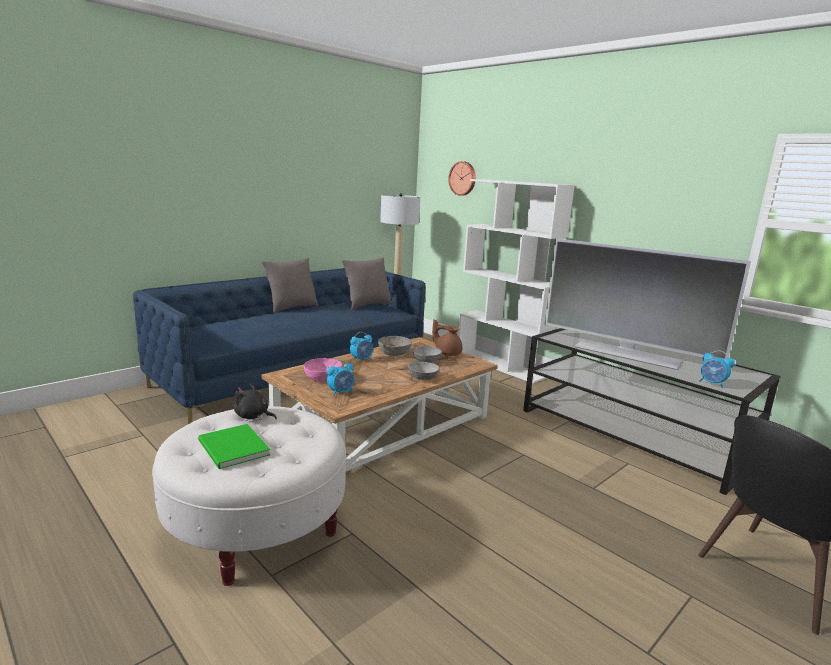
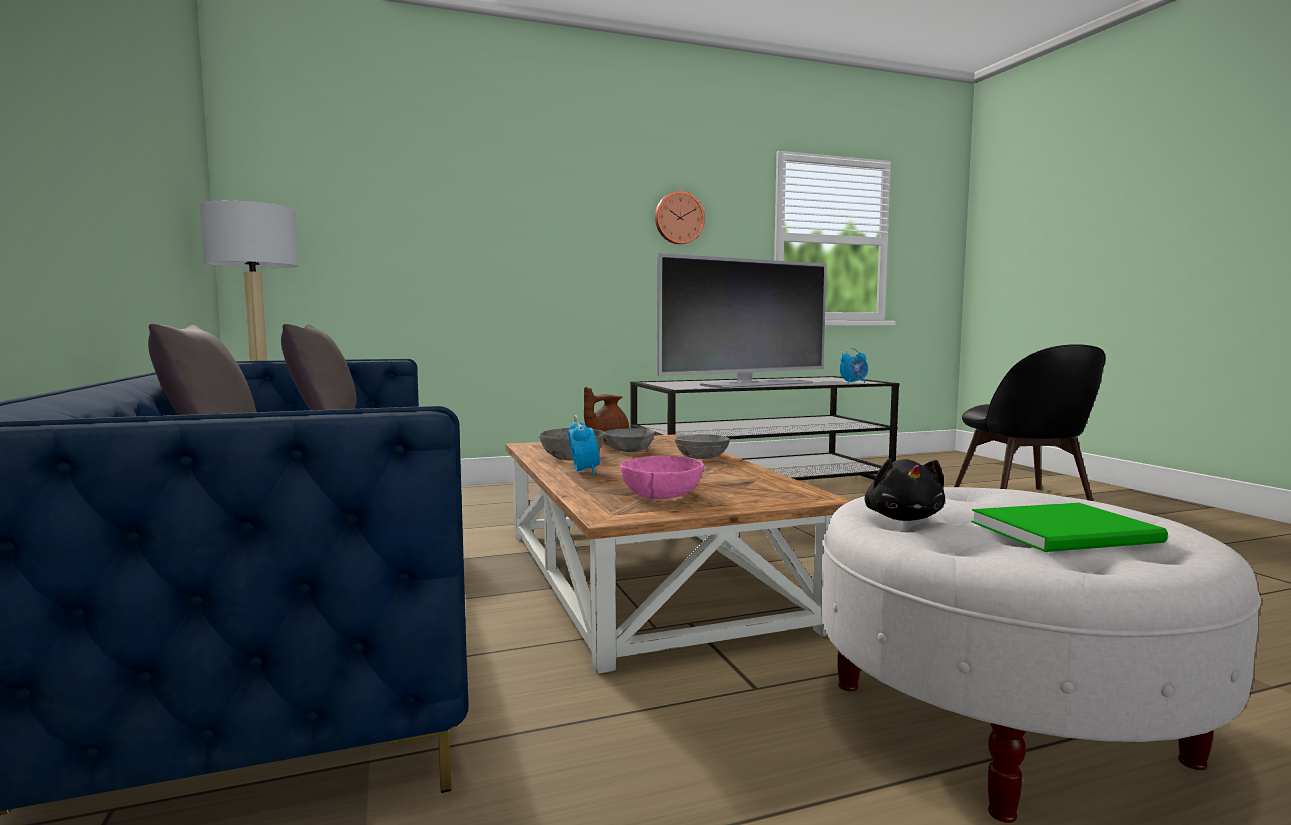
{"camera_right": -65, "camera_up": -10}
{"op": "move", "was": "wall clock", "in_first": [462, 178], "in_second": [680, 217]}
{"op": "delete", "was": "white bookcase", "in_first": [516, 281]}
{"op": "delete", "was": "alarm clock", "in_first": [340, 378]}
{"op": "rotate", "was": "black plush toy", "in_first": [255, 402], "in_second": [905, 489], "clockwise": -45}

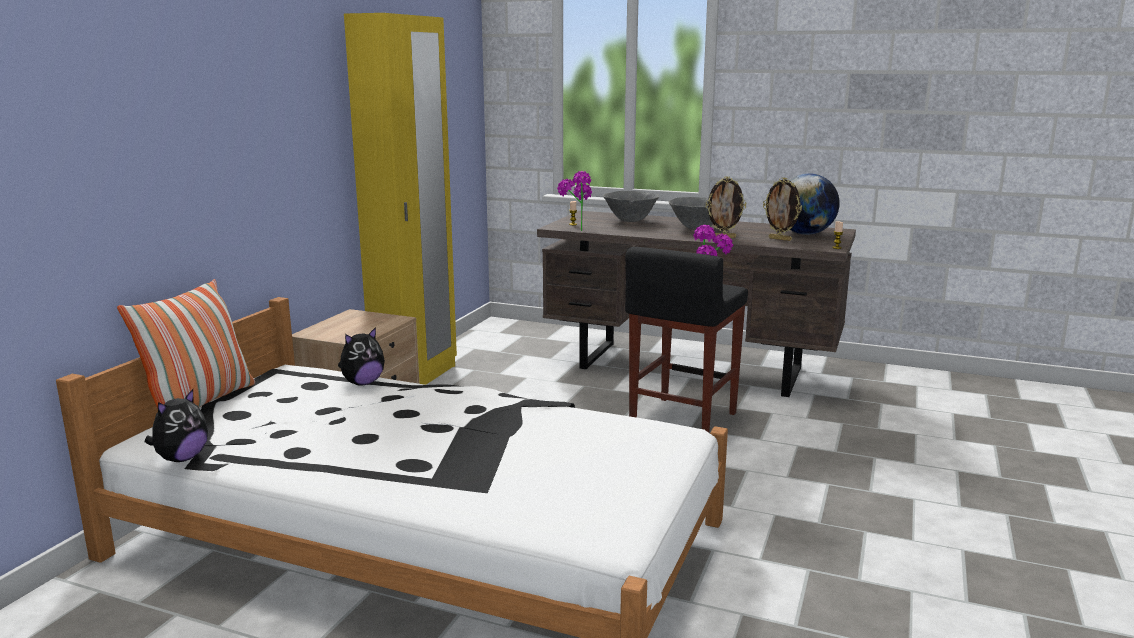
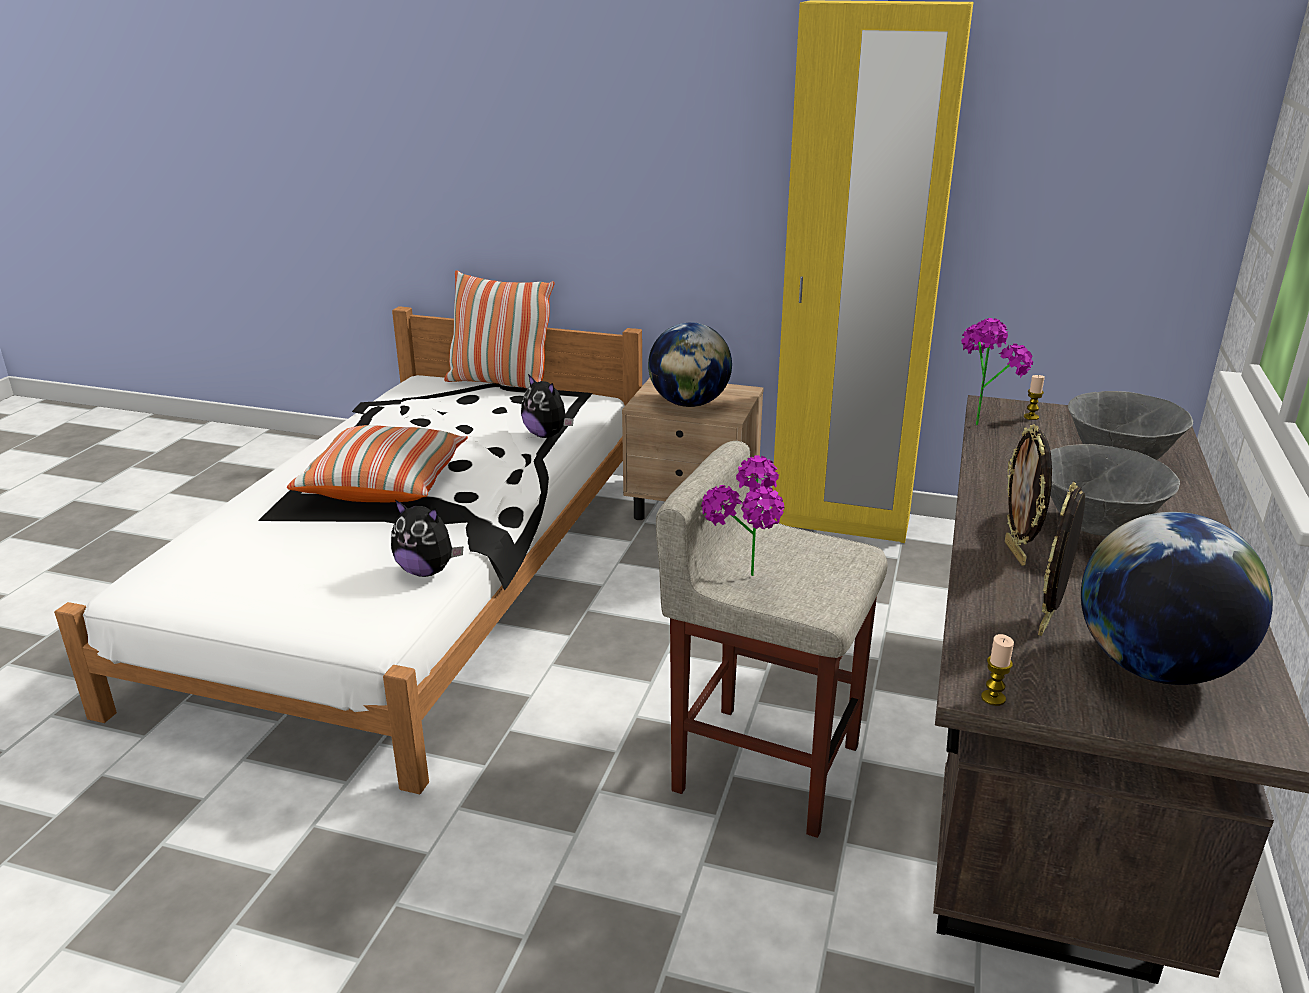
{"camera_right": 85, "camera_up": 10}
{"op": "recolor", "was": "black stool", "now": "beige stool", "in_first": [686, 340], "in_second": [772, 639]}
{"op": "move", "was": "plush toy", "in_first": [176, 425], "in_second": [427, 538]}
{"op": "insert", "now": "globe", "in_second": [690, 364]}
{"op": "insert", "now": "pillow", "in_second": [377, 463]}

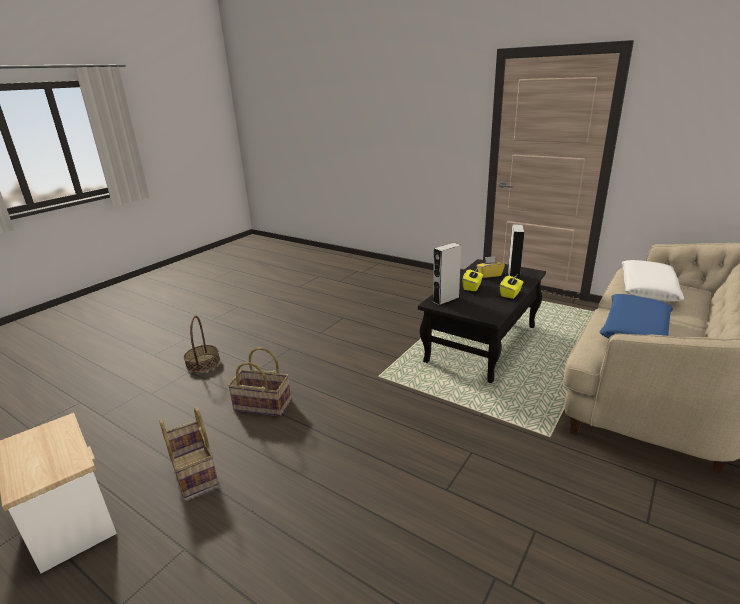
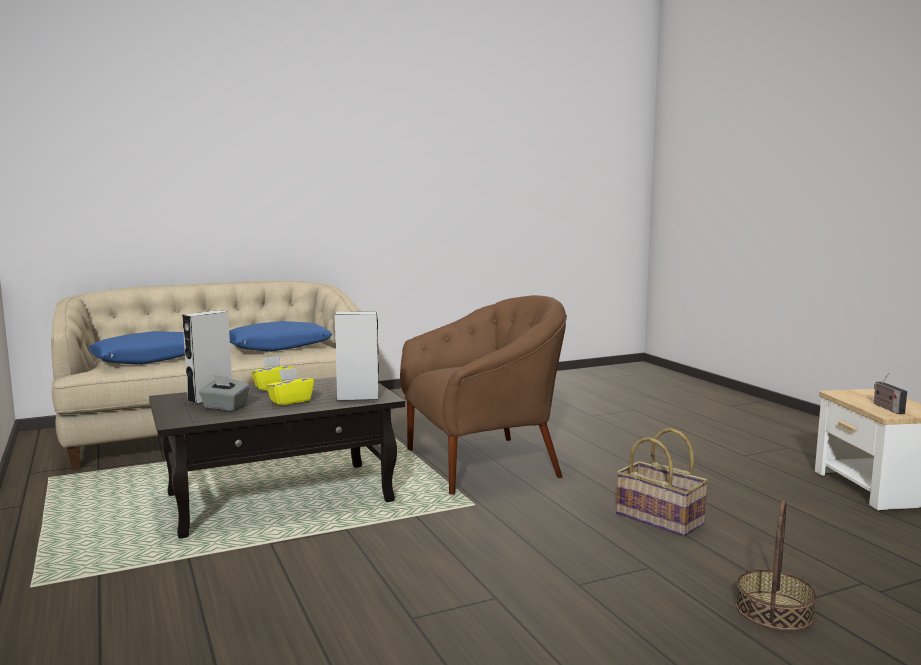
{"camera_right": -150, "camera_up": -15}
{"op": "recolor", "was": "yellow tissue box", "now": "grey tissue box", "in_first": [491, 267], "in_second": [224, 393]}
{"op": "recolor", "was": "white pillow", "now": "blue pillow", "in_first": [653, 280], "in_second": [136, 348]}
{"op": "delete", "was": "basket", "in_first": [188, 452]}
{"op": "insert", "now": "brown armchair", "in_second": [483, 395]}
{"op": "insert", "now": "radio", "in_second": [890, 393]}

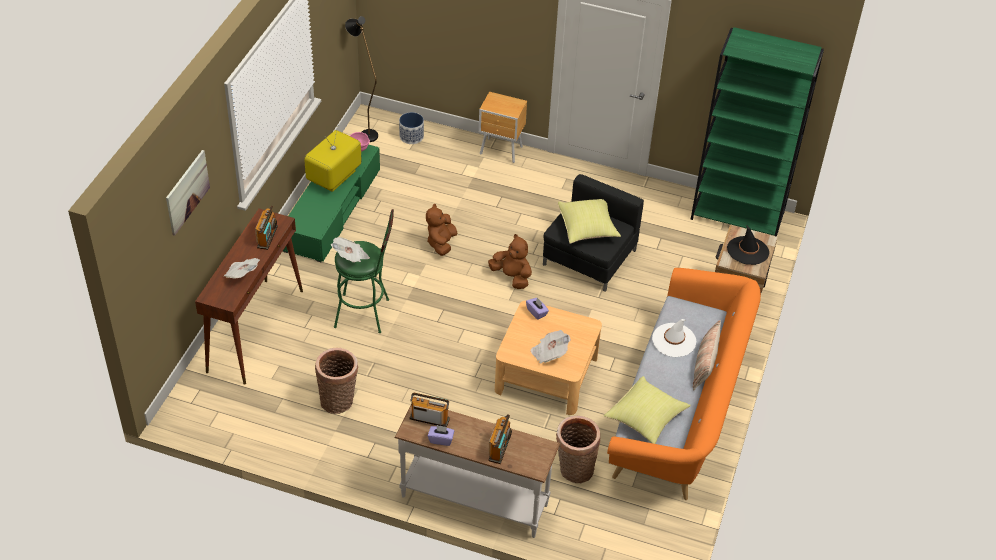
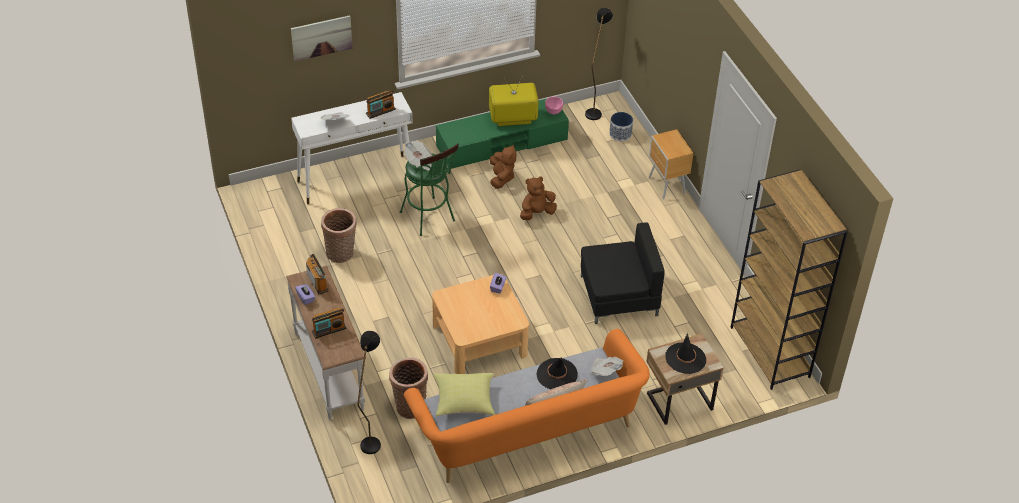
{"camera_right": 50, "camera_up": 0}
{"op": "recolor", "was": "green bookcase", "now": "brown bookcase", "in_first": [757, 132], "in_second": [789, 279]}
{"op": "delete", "was": "yellow pillow", "in_first": [589, 221]}
{"op": "recolor", "was": "brown console table", "now": "white console table", "in_first": [249, 296], "in_second": [351, 148]}
{"op": "move", "was": "brown plush toy", "in_first": [510, 261], "in_second": [503, 166]}
{"op": "recolor", "was": "white hat", "now": "black hat", "in_first": [674, 338], "in_second": [557, 374]}
{"op": "move", "was": "newspaper", "in_first": [550, 347], "in_second": [606, 366]}
{"op": "insert", "now": "black floor lamp", "in_second": [369, 392]}

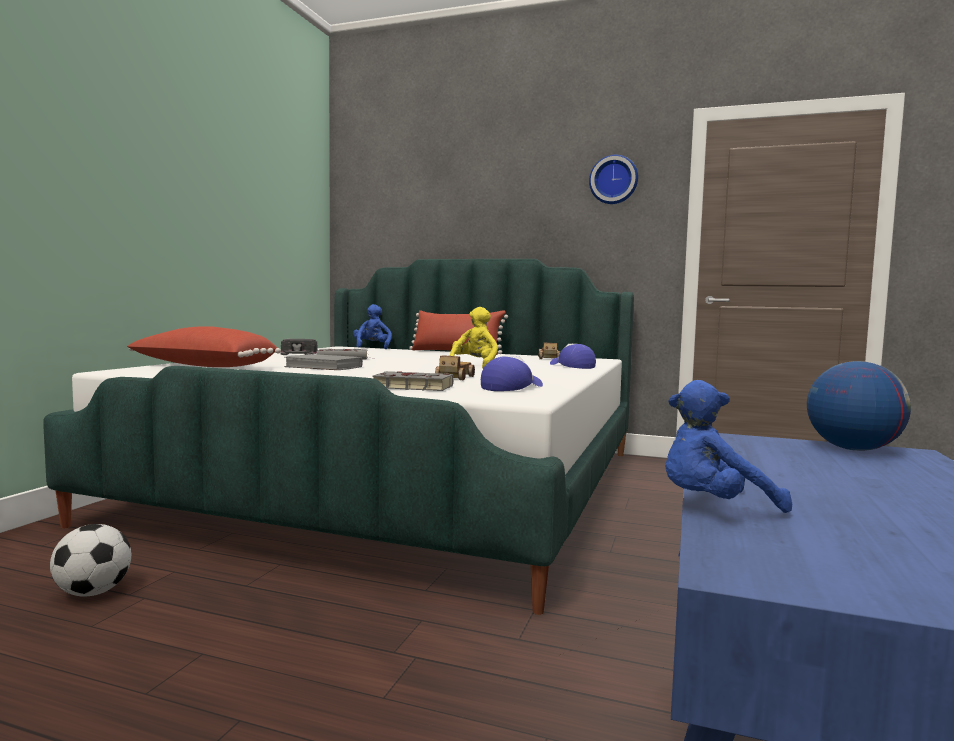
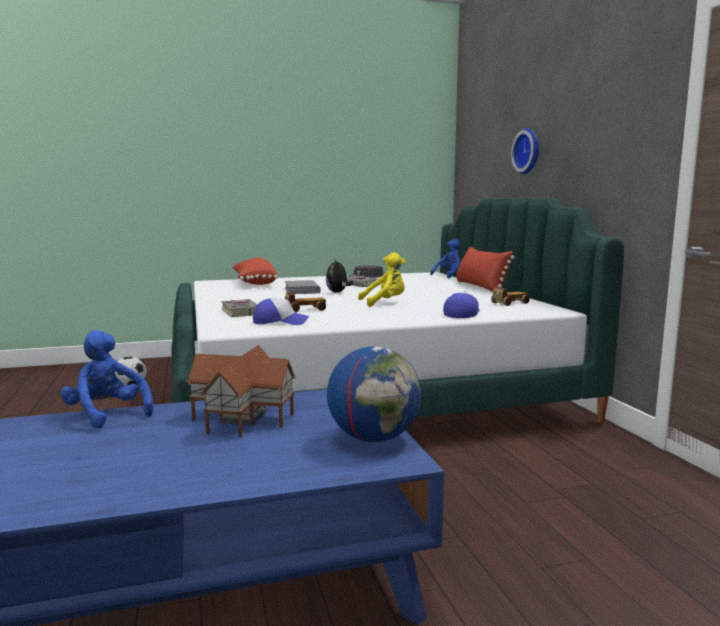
{"camera_right": 55, "camera_up": 5}
{"op": "move", "was": "wall clock", "in_first": [613, 179], "in_second": [525, 151]}
{"op": "insert", "now": "plush toy", "in_second": [339, 276]}
{"op": "insert", "now": "toy house", "in_second": [241, 391]}

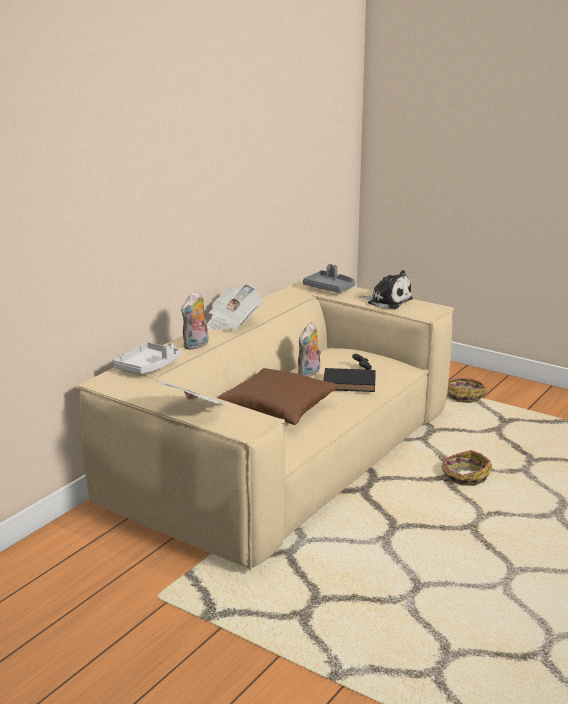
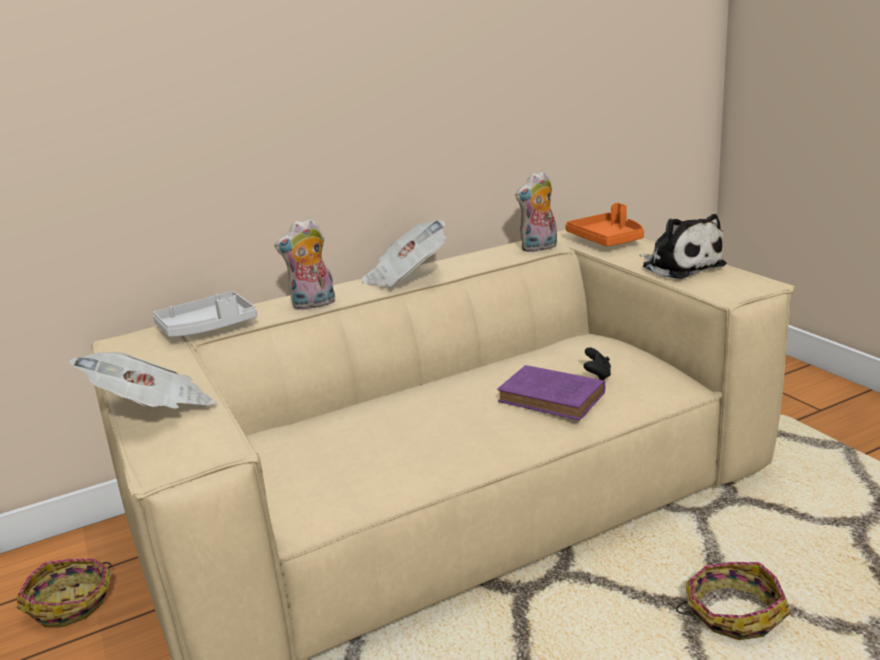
{"camera_right": 30, "camera_up": 0}
{"op": "recolor", "was": "grey tray", "now": "orange tray", "in_first": [329, 278], "in_second": [604, 225]}
{"op": "move", "was": "plush toy", "in_first": [309, 349], "in_second": [536, 211]}
{"op": "delete", "was": "brown pillow", "in_first": [278, 396]}
{"op": "recolor", "was": "black book", "now": "purple book", "in_first": [349, 380], "in_second": [551, 392]}
{"op": "move", "was": "basket", "in_first": [467, 390], "in_second": [65, 593]}

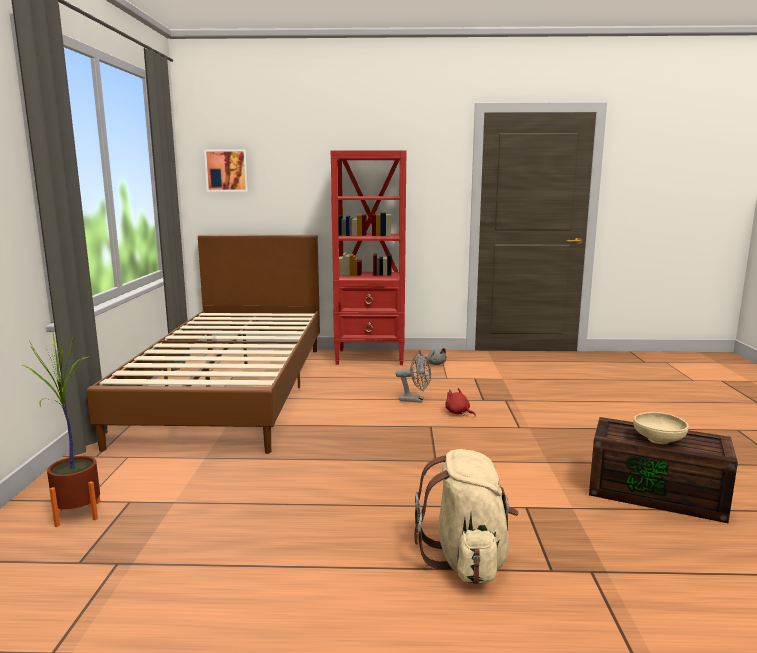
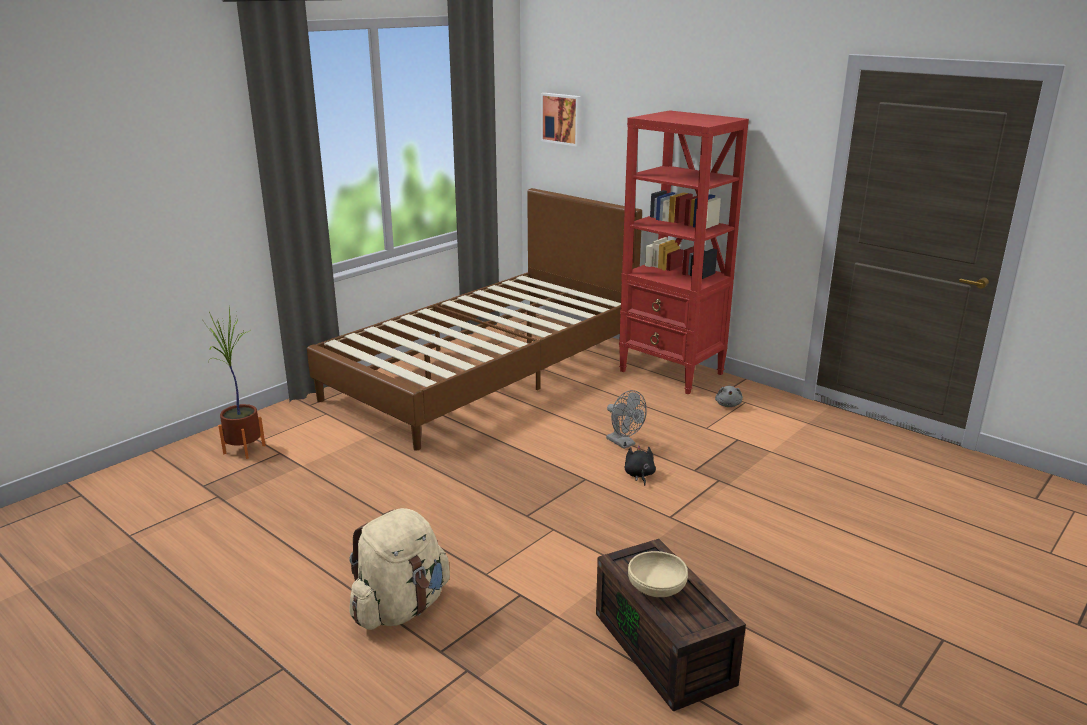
{"camera_right": 40, "camera_up": 10}
{"op": "recolor", "was": "red plush toy", "now": "black plush toy", "in_first": [460, 402], "in_second": [640, 465]}

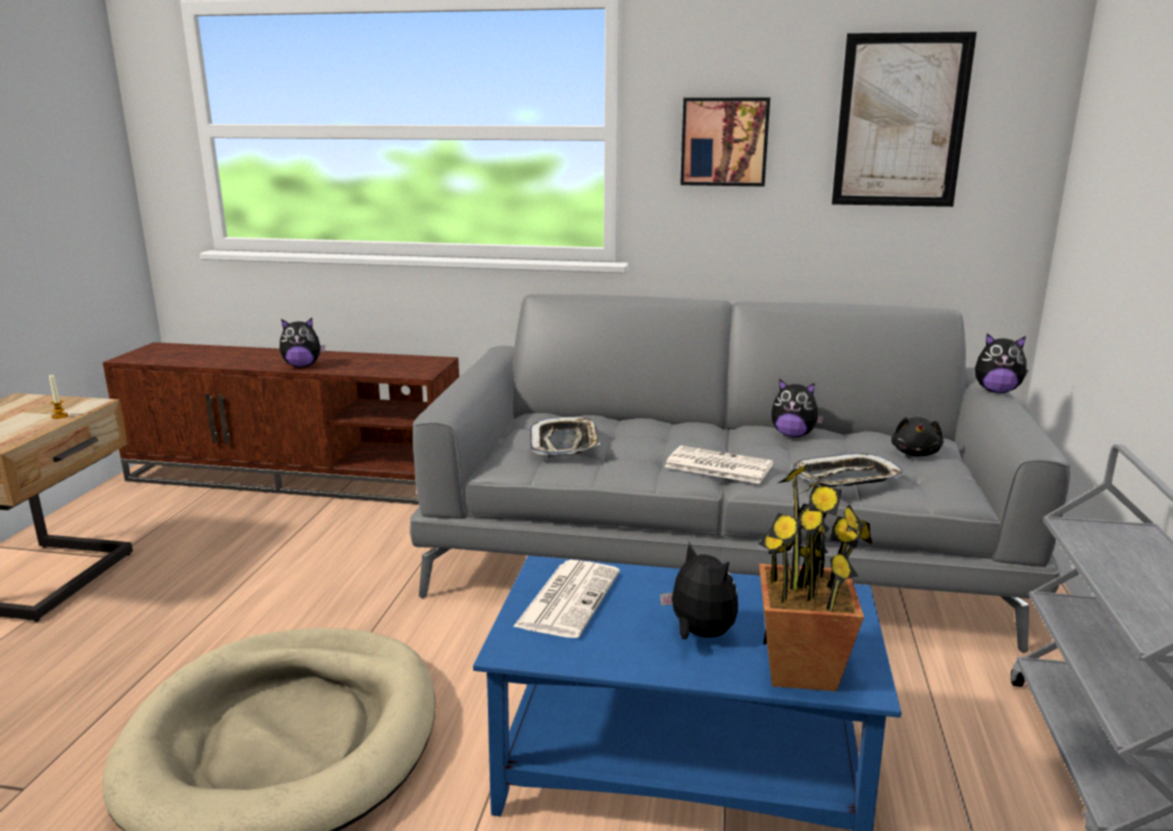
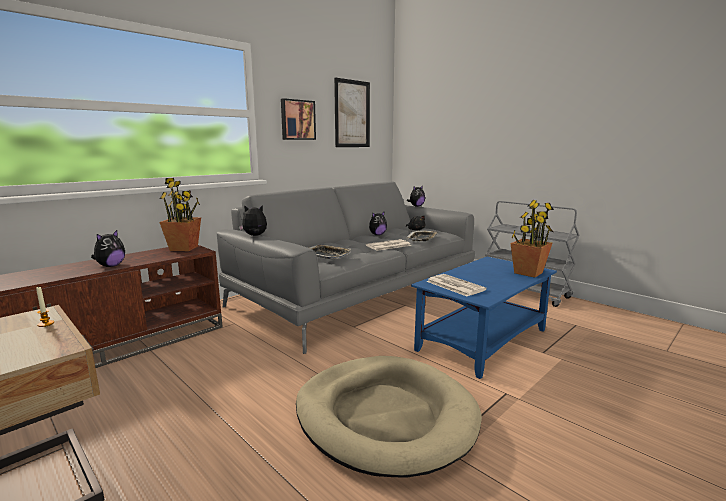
{"camera_right": -55, "camera_up": -5}
{"op": "move", "was": "plush toy", "in_first": [699, 590], "in_second": [253, 220]}
{"op": "insert", "now": "potted plant", "in_second": [180, 214]}

